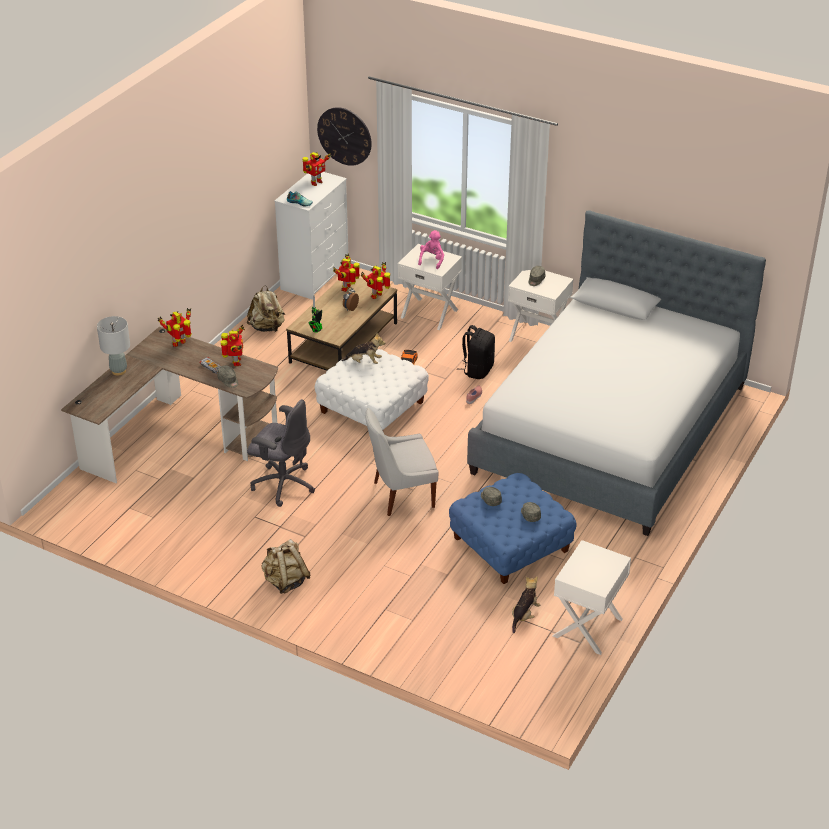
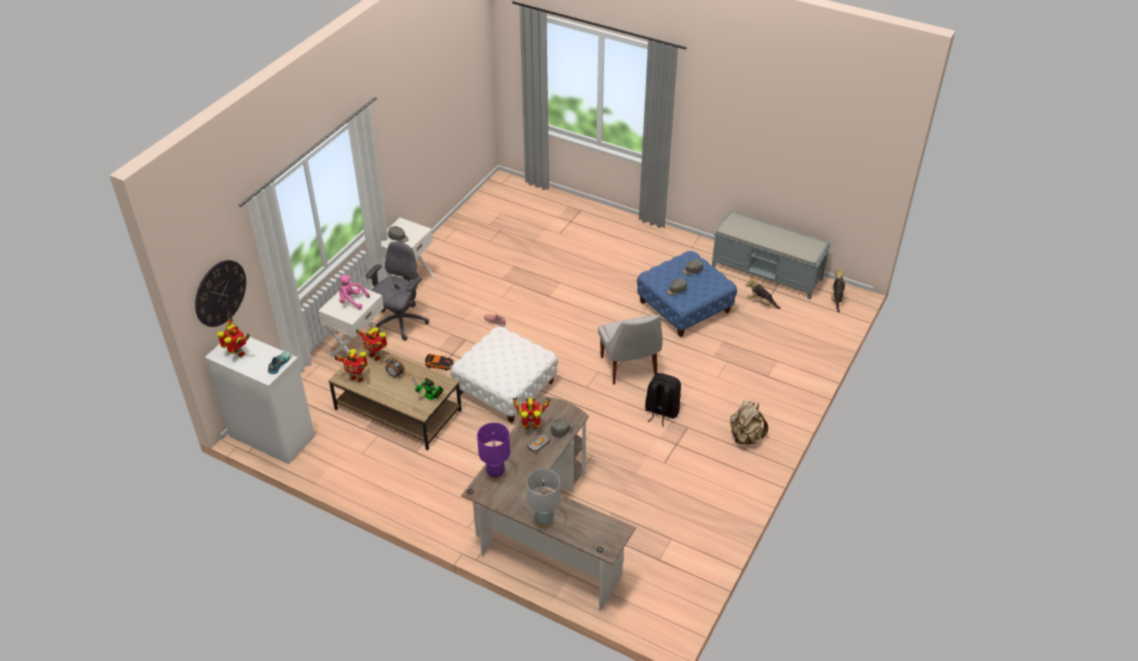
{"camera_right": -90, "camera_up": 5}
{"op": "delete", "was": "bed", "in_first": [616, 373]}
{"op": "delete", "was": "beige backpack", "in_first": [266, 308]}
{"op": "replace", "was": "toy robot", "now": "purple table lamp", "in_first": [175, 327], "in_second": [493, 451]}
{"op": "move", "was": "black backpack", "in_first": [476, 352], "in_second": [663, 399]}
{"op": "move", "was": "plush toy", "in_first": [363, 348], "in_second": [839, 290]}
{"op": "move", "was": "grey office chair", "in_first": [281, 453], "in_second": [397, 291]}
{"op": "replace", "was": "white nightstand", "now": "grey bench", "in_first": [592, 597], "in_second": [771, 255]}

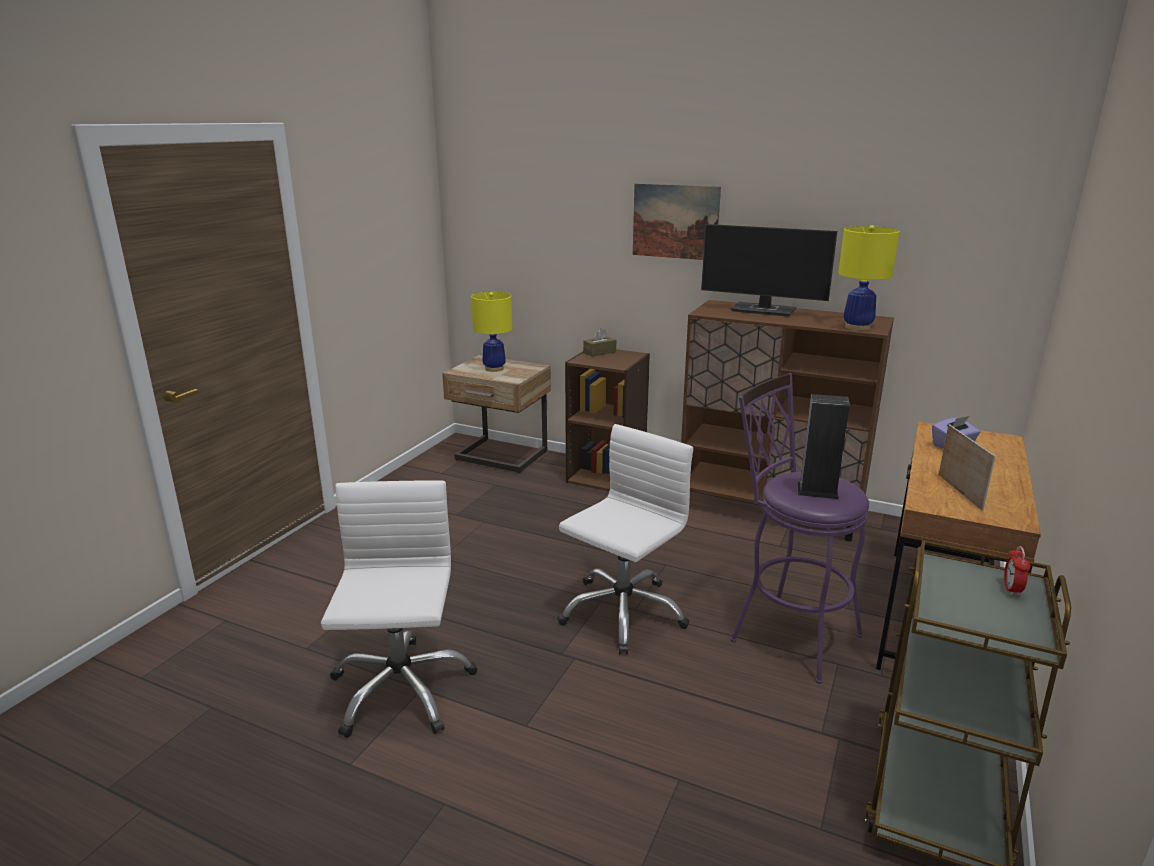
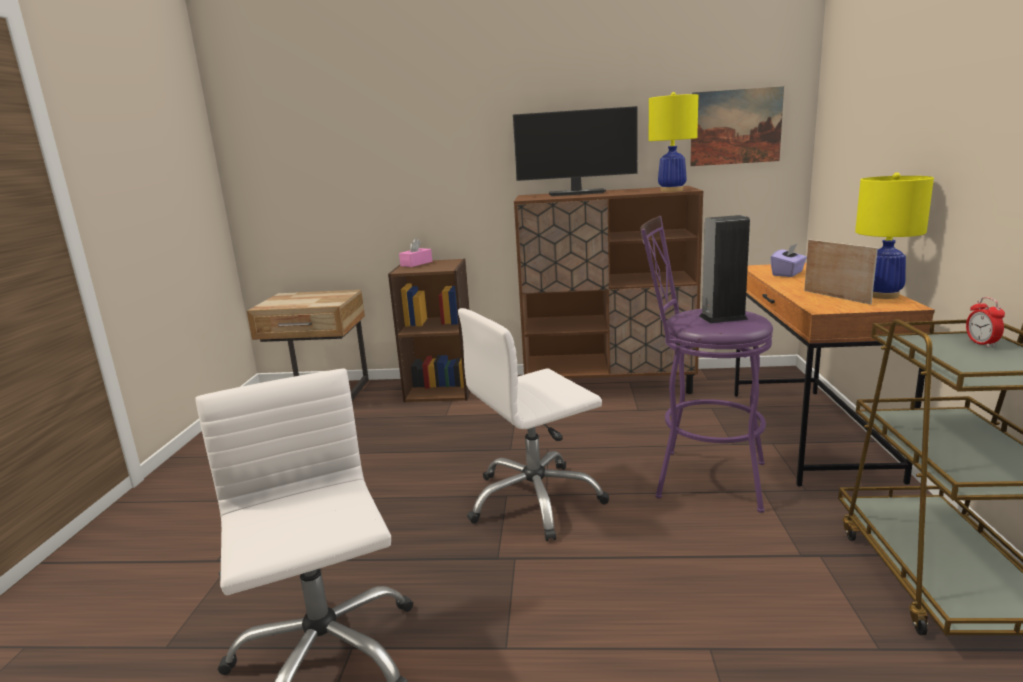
{"camera_right": -20, "camera_up": -5}
{"op": "move", "was": "picture", "in_first": [677, 222], "in_second": [737, 126]}
{"op": "move", "was": "yellow table lamp", "in_first": [492, 332], "in_second": [894, 236]}
{"op": "recolor", "was": "brown tissue box", "now": "pink tissue box", "in_first": [599, 342], "in_second": [415, 252]}
{"op": "rotate", "was": "white office chair", "in_first": [625, 539], "in_second": [533, 424], "clockwise": -135}

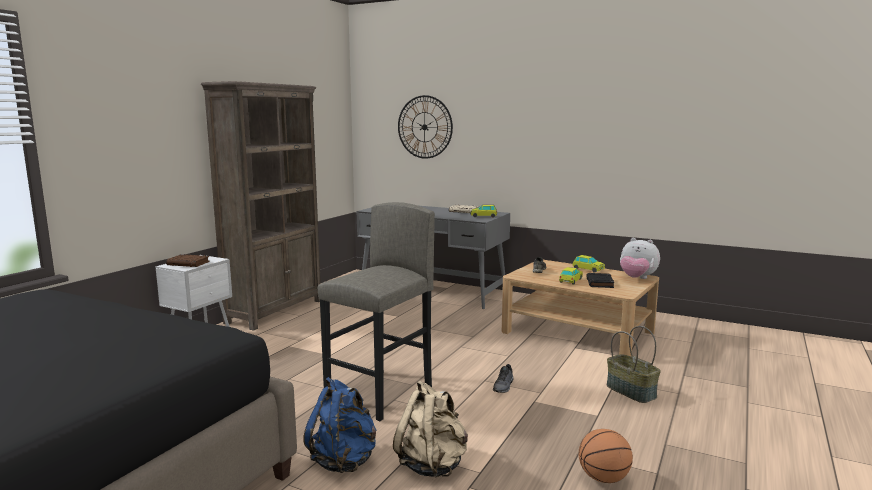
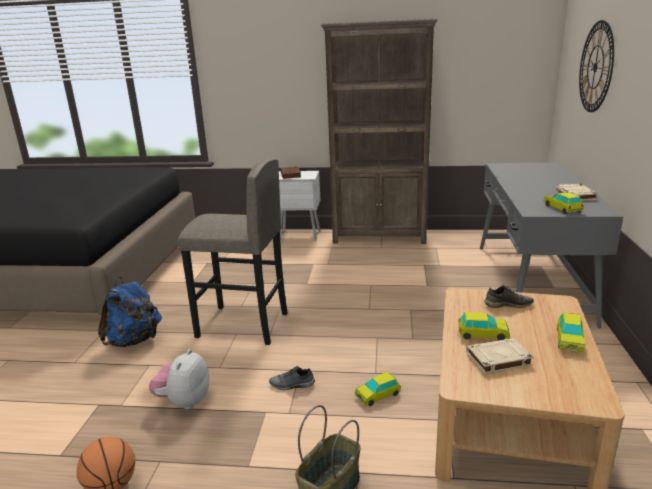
{"camera_right": 70, "camera_up": 10}
{"op": "move", "was": "plush toy", "in_first": [640, 258], "in_second": [179, 379]}
{"op": "recolor", "was": "black book", "now": "beige book", "in_first": [600, 280], "in_second": [500, 356]}
{"op": "delete", "was": "beige backpack", "in_first": [430, 429]}
{"op": "insert", "now": "toy car", "in_second": [378, 389]}

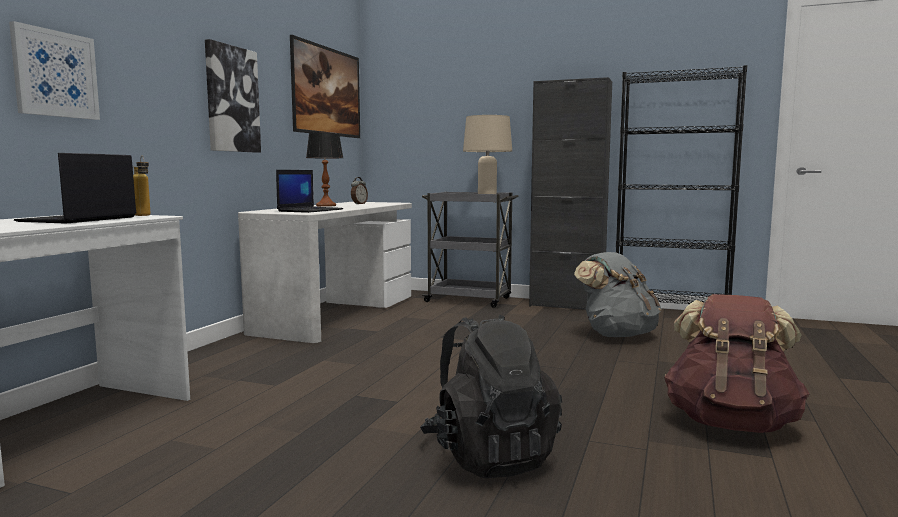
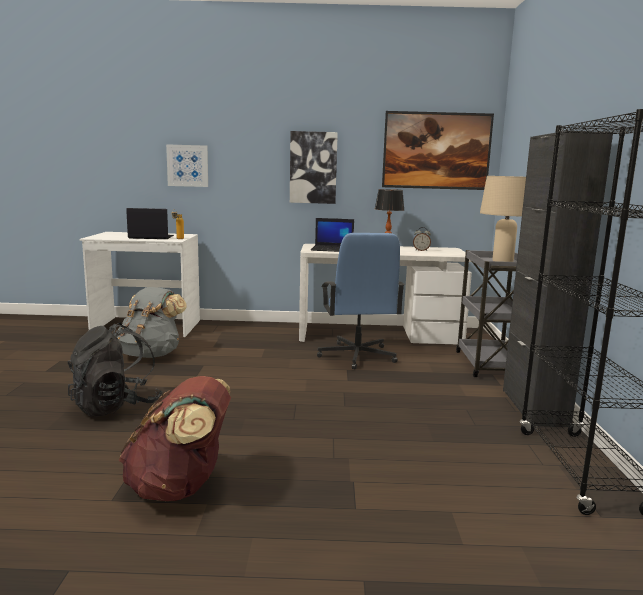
{"camera_right": 70, "camera_up": 5}
{"op": "move", "was": "grey backpack", "in_first": [617, 294], "in_second": [152, 322]}
{"op": "insert", "now": "blue office chair", "in_second": [361, 301]}

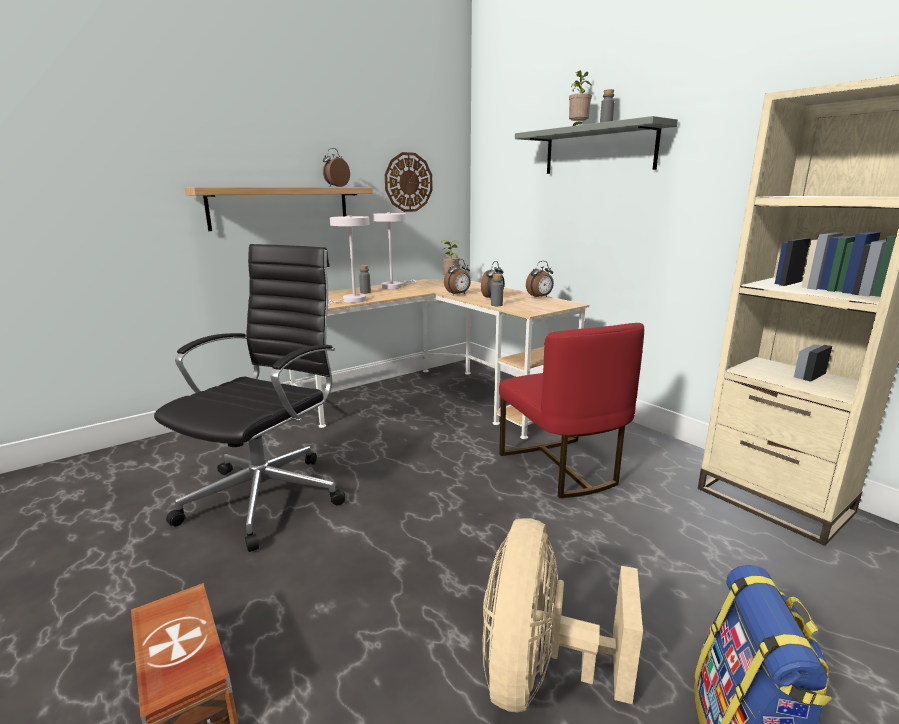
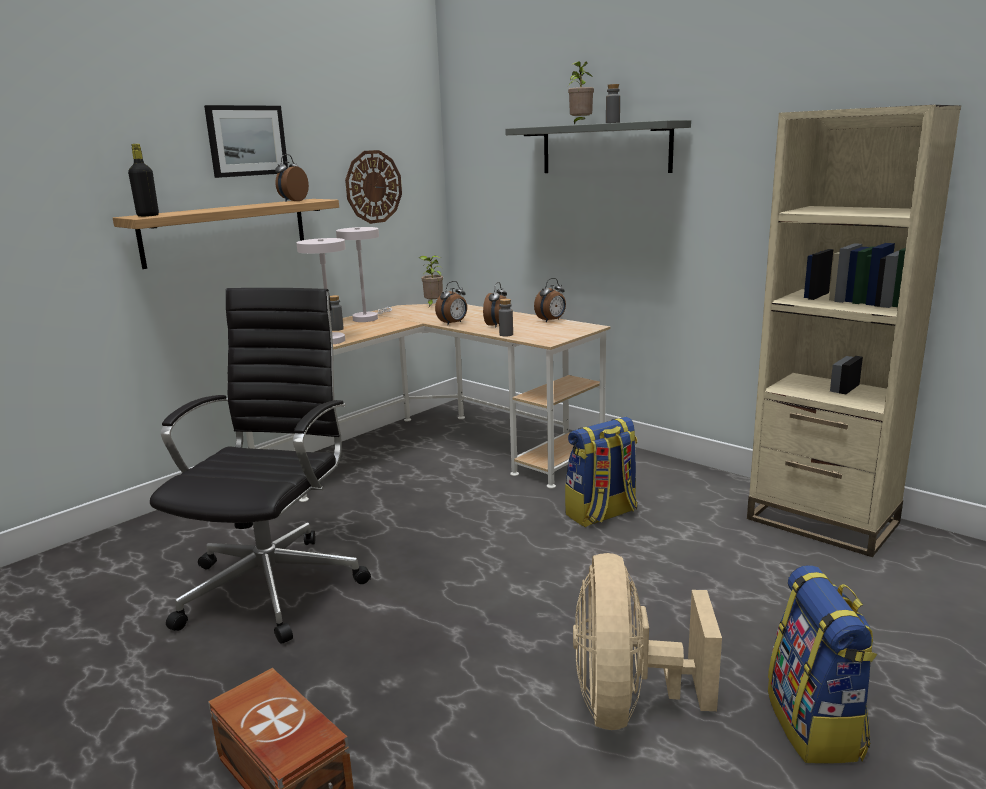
{"camera_right": -10, "camera_up": 0}
{"op": "replace", "was": "red chair", "now": "backpack", "in_first": [571, 410], "in_second": [601, 472]}
{"op": "insert", "now": "picture", "in_second": [245, 141]}
{"op": "insert", "now": "black bottle", "in_second": [143, 180]}

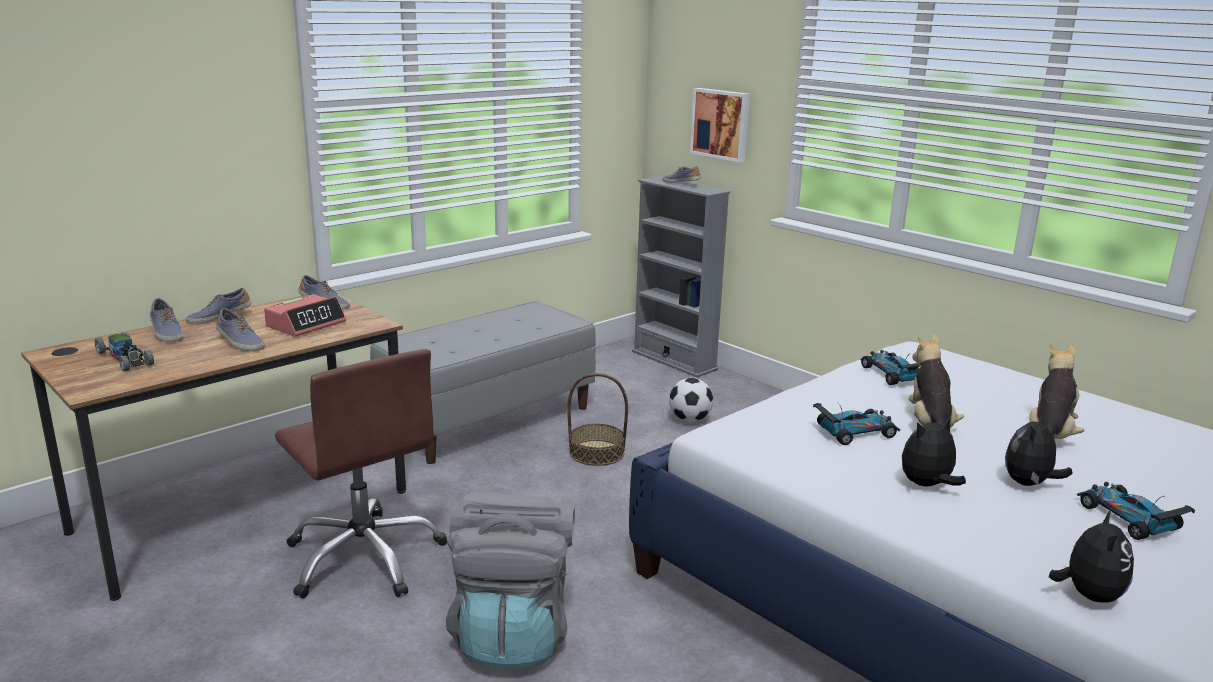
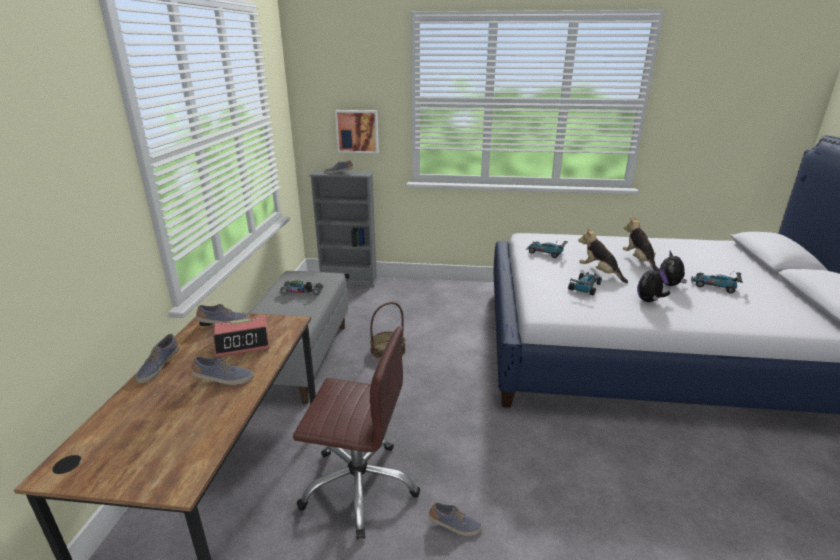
{"camera_right": -40, "camera_up": 5}
{"op": "rotate", "was": "alarm clock", "in_first": [305, 315], "in_second": [241, 336], "clockwise": 75}
{"op": "move", "was": "shoe", "in_first": [166, 320], "in_second": [455, 519]}
{"op": "move", "was": "toy car", "in_first": [124, 351], "in_second": [301, 288]}
{"op": "delete", "was": "football", "in_first": [691, 400]}
{"op": "delete", "was": "grey backpack", "in_first": [510, 580]}
{"op": "delete", "was": "plush toy", "in_first": [1091, 556]}

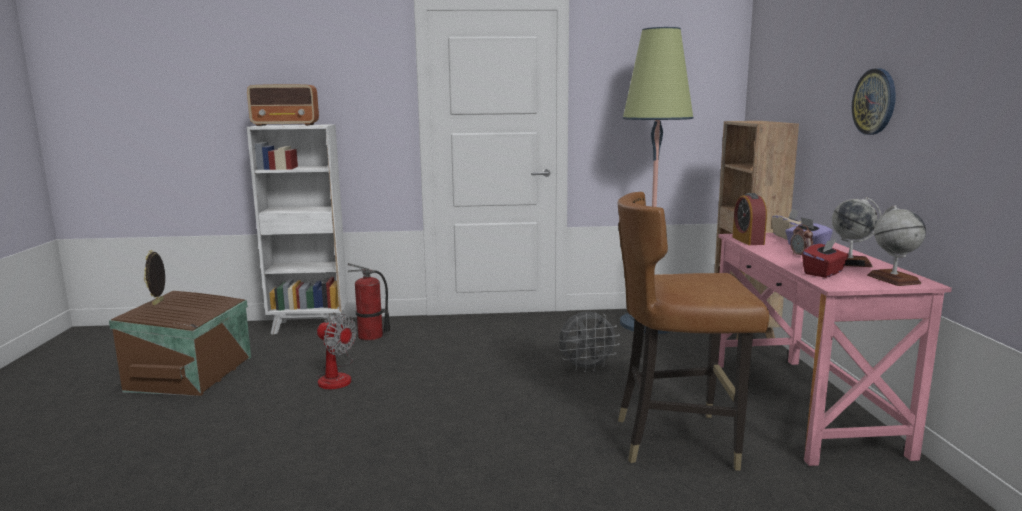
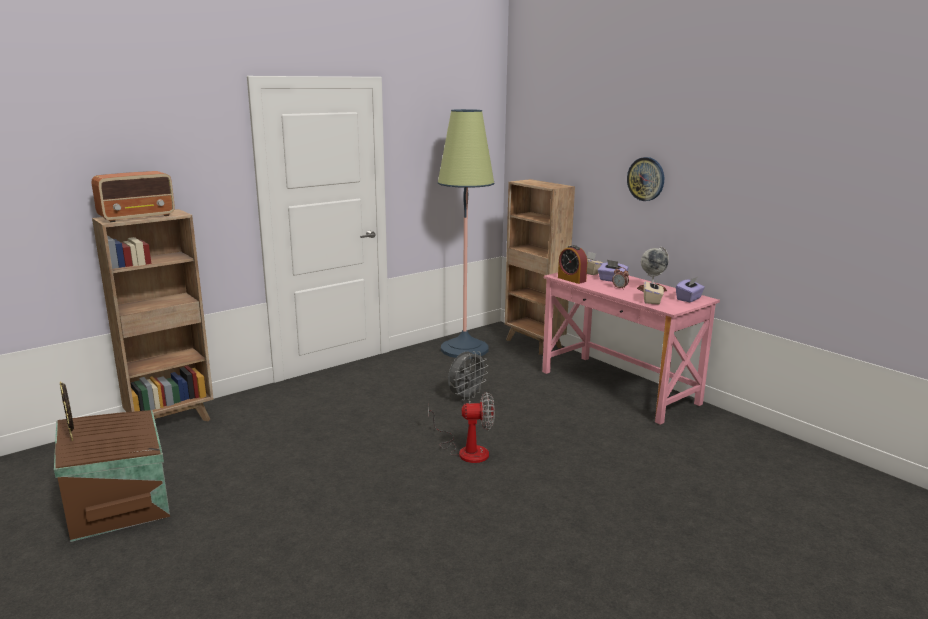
{"camera_right": -35, "camera_up": 5}
{"op": "recolor", "was": "white bookcase", "now": "brown bookcase", "in_first": [297, 229], "in_second": [153, 315]}
{"op": "delete", "was": "brown chair", "in_first": [693, 331]}
{"op": "replace", "was": "globe", "now": "purple tissue box", "in_first": [896, 245], "in_second": [690, 289]}
{"op": "recolor", "was": "red tissue box", "now": "beige tissue box", "in_first": [825, 258], "in_second": [654, 291]}
{"op": "delete", "was": "fire extinguisher", "in_first": [369, 302]}
{"op": "move", "was": "fan", "in_first": [337, 351], "in_second": [461, 427]}

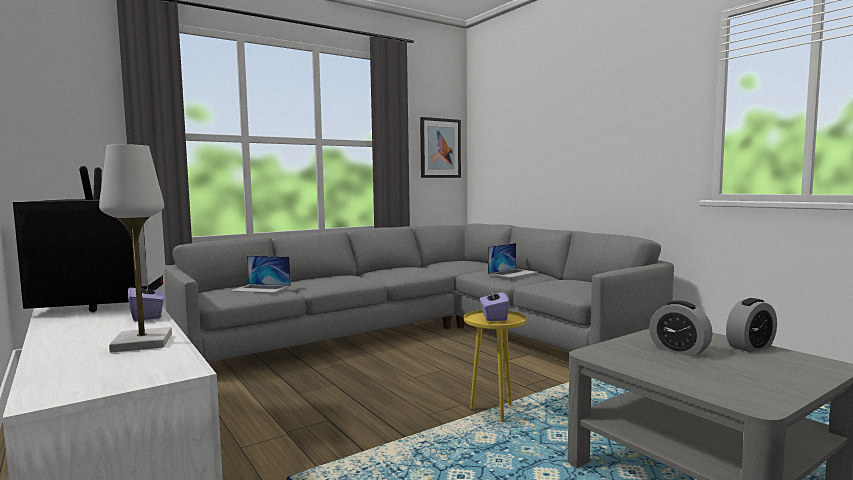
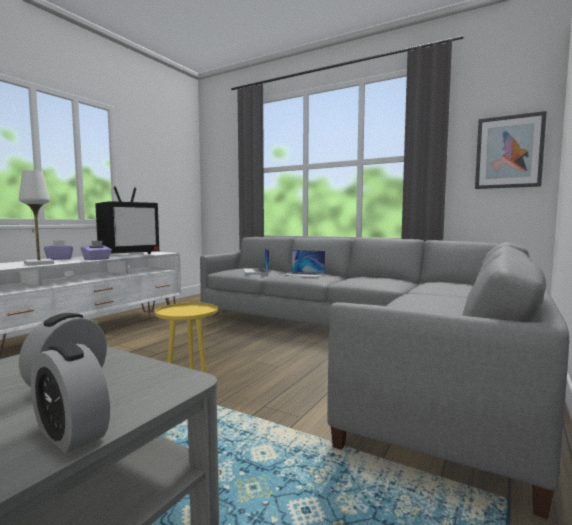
{"camera_right": 65, "camera_up": 0}
{"op": "move", "was": "laptop", "in_first": [512, 260], "in_second": [303, 263]}
{"op": "move", "was": "purple tissue box", "in_first": [495, 303], "in_second": [58, 250]}

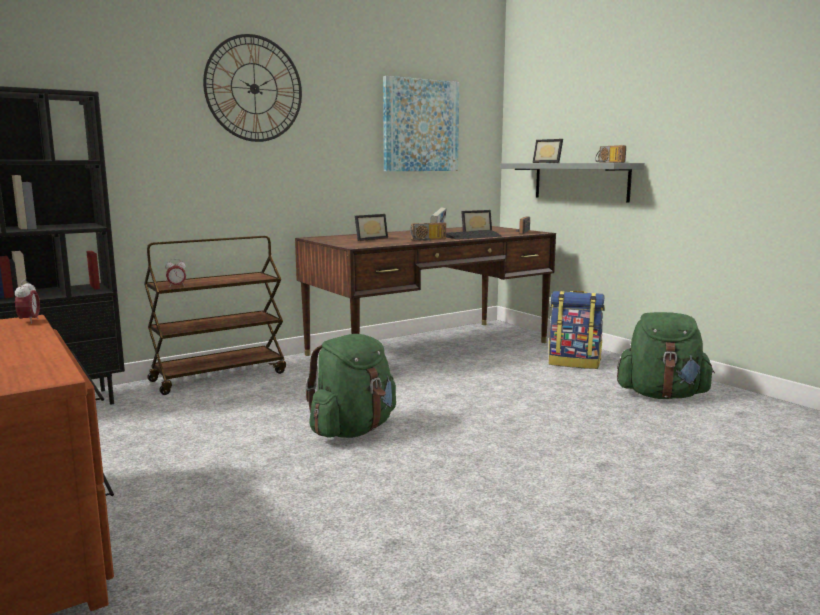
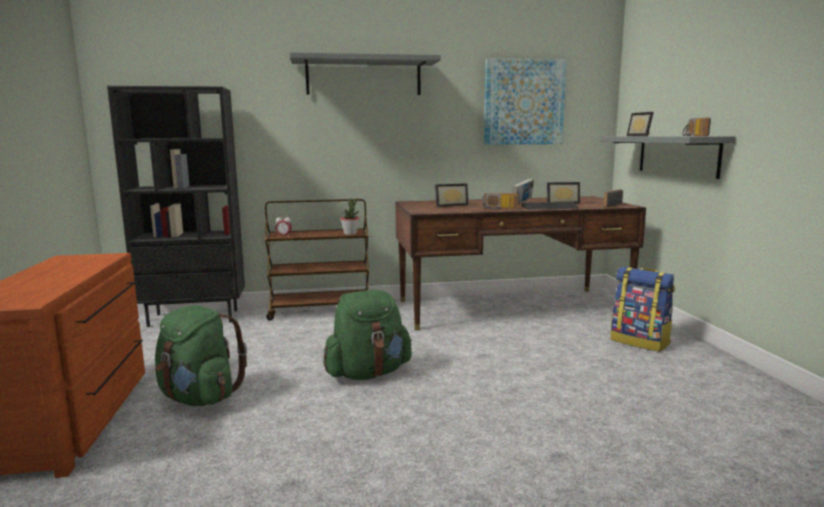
{"camera_right": 25, "camera_up": 0}
{"op": "replace", "was": "wall clock", "now": "grey shelf", "in_first": [252, 88], "in_second": [365, 73]}
{"op": "delete", "was": "alarm clock", "in_first": [27, 301]}
{"op": "move", "was": "green backpack", "in_first": [666, 355], "in_second": [201, 355]}
{"op": "insert", "now": "potted plant", "in_second": [349, 216]}

